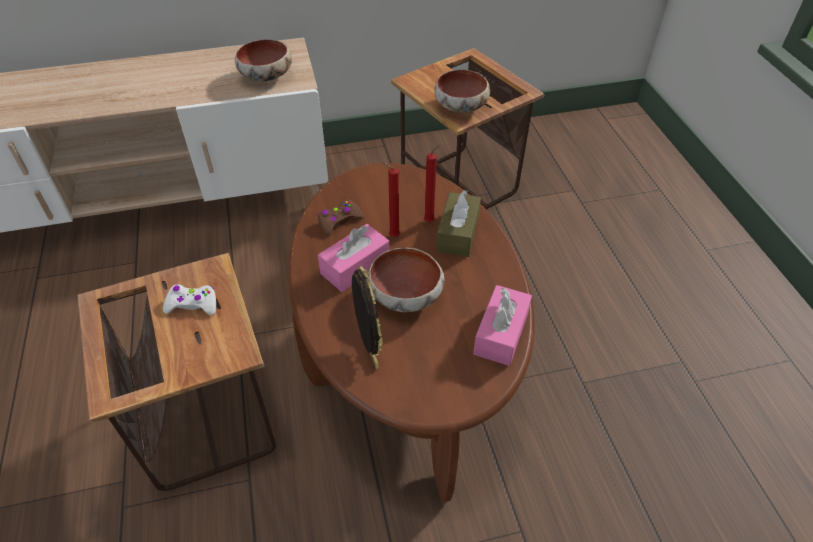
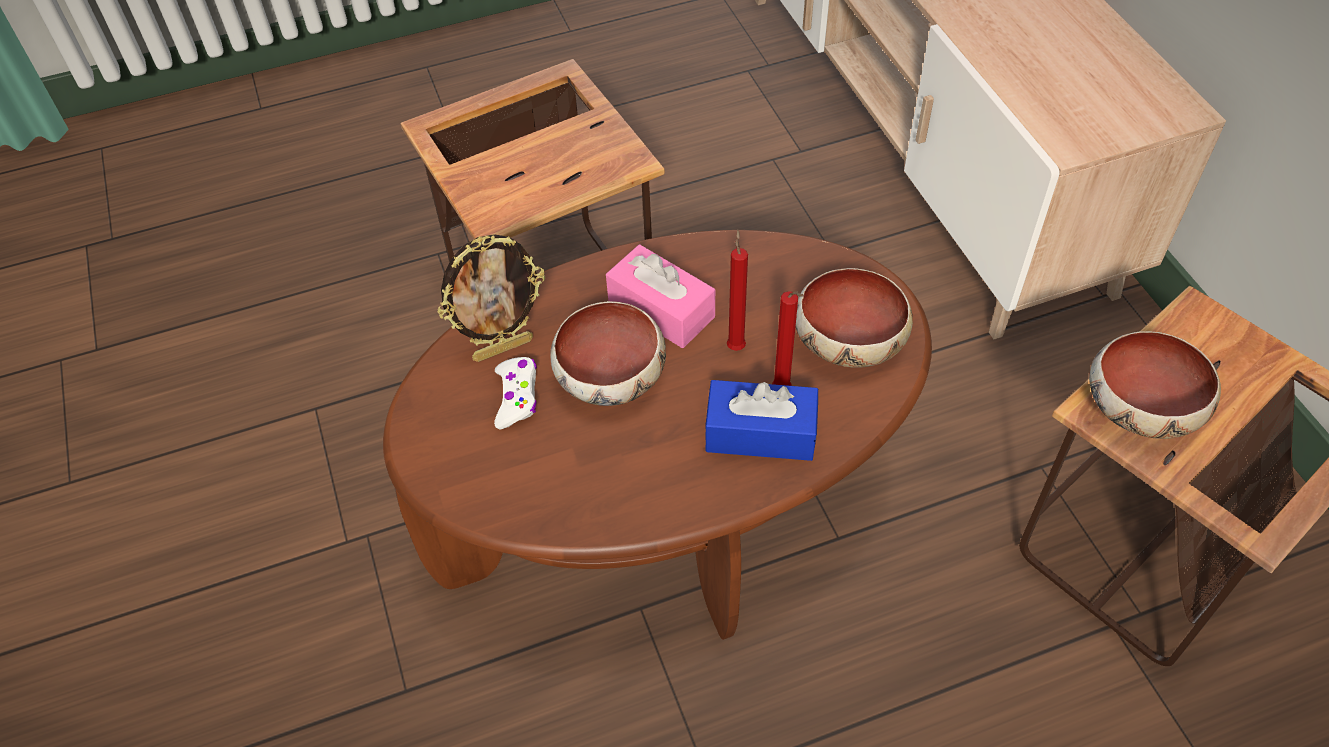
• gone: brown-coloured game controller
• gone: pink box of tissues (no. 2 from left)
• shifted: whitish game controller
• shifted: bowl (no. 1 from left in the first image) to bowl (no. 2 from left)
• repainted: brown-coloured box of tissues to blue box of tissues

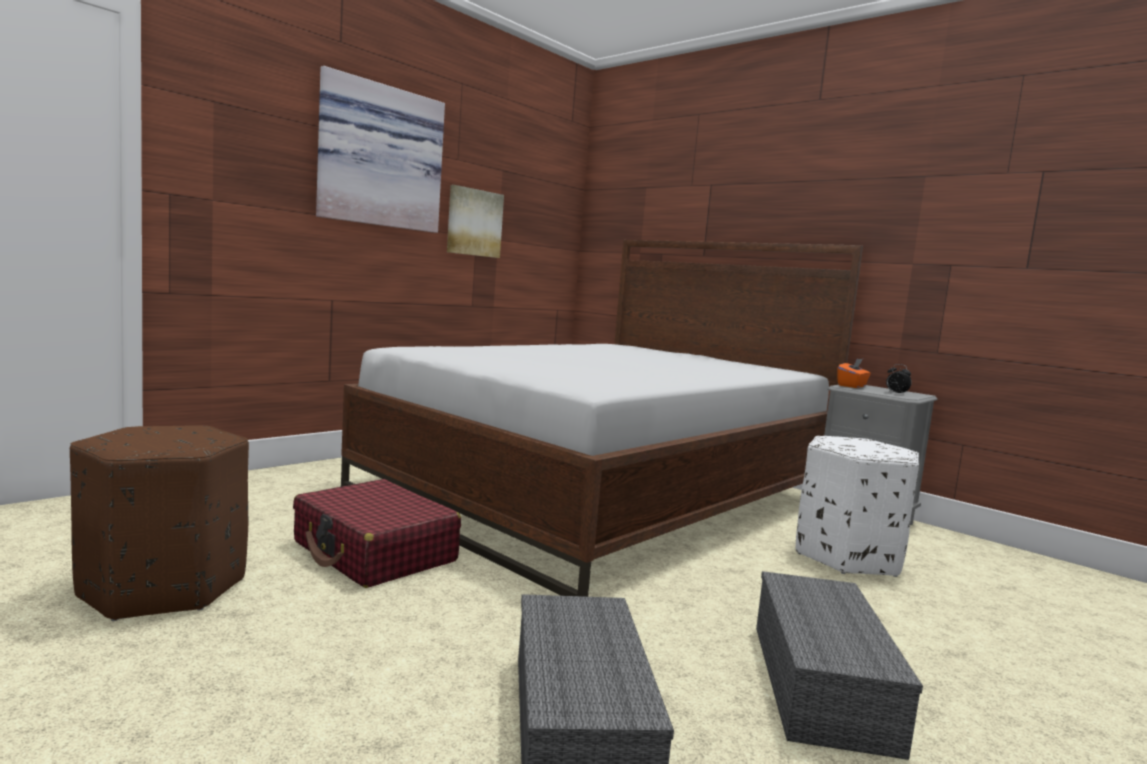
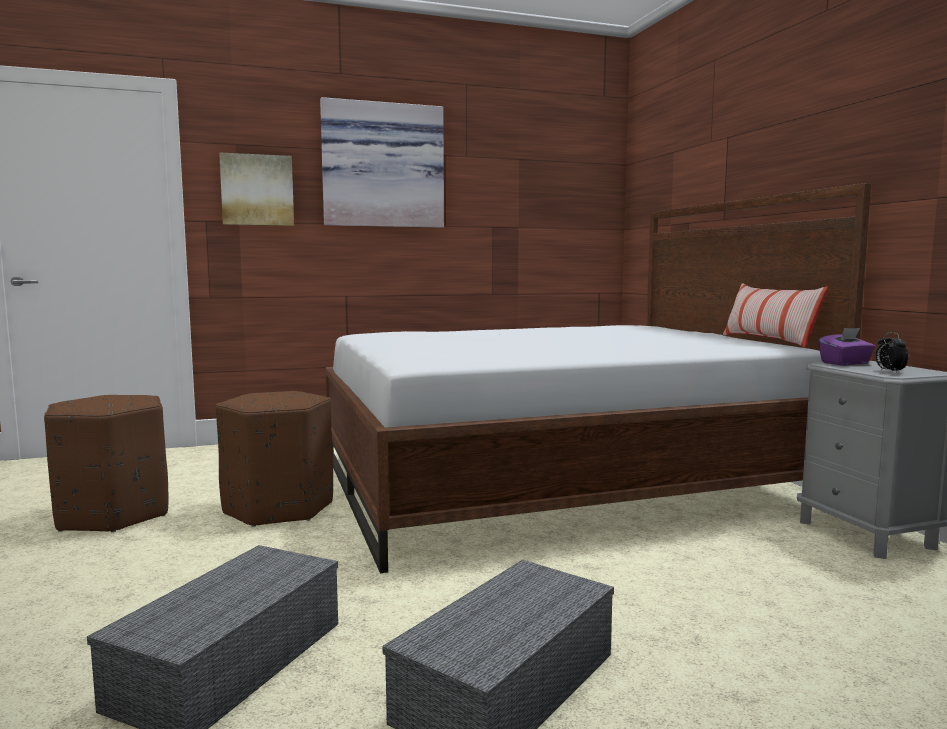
• gone: whitish ottoman
• new: pillow
• shifted: wall art (no. 2 from left in the first image) to wall art (no. 1 from left)
• swapped: red-coloured travel case to brown-coloured ottoman (no. 2 from left)
• repainted: orange-coloured box of tissues to purple box of tissues

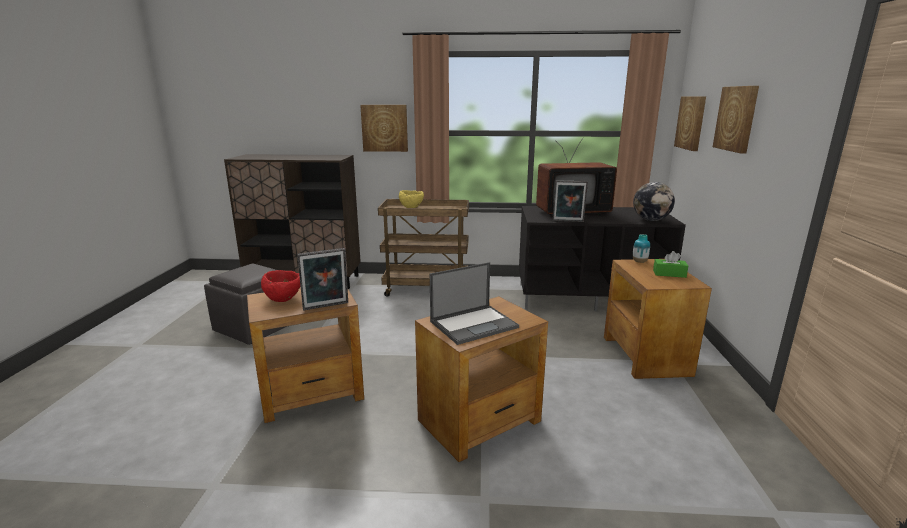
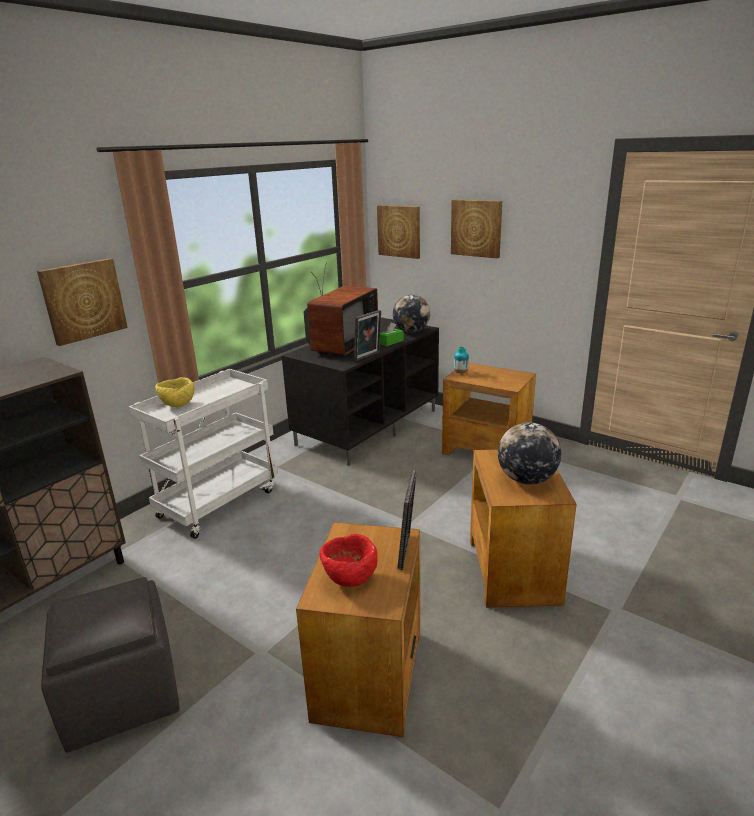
• shifted: greenish box of tissues
• swapped: portable computer to world globe (no. 2 from left)
• repainted: brown-coloured wheeled cart to whitish wheeled cart

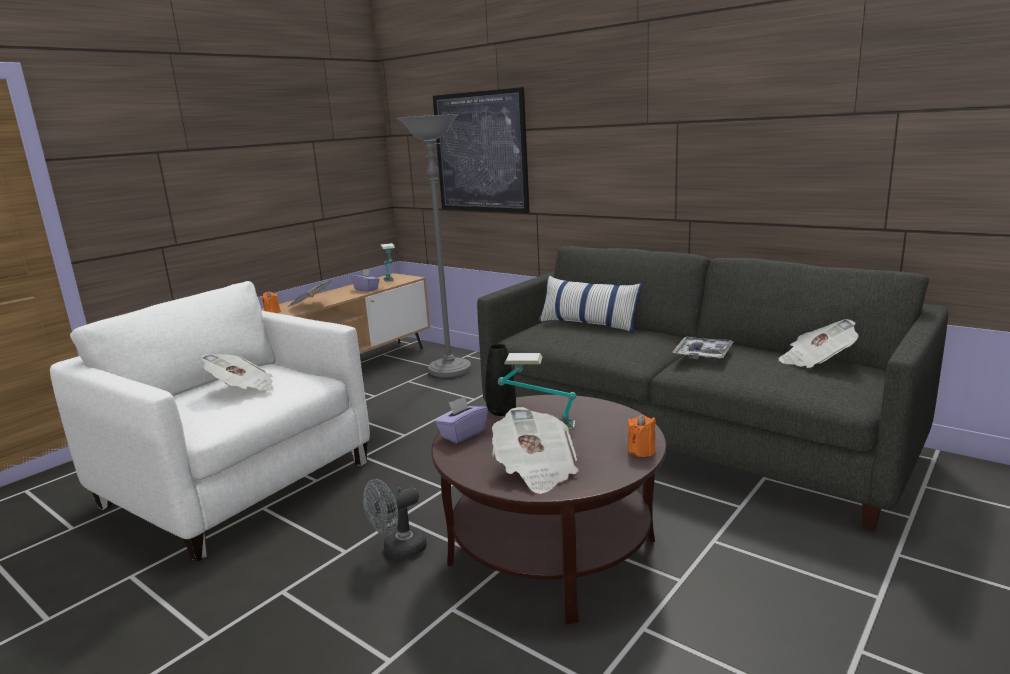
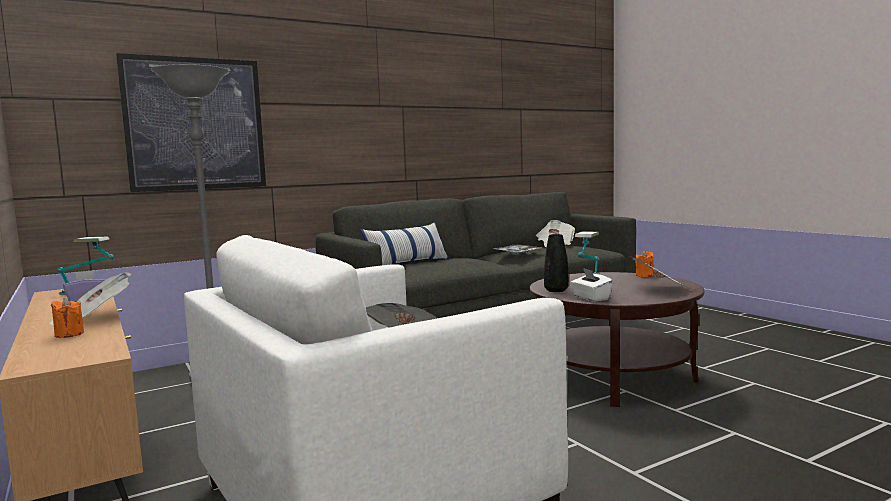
• gone: gray fan
• repainted: purple box of tissues (no. 2 from left) to whitish box of tissues

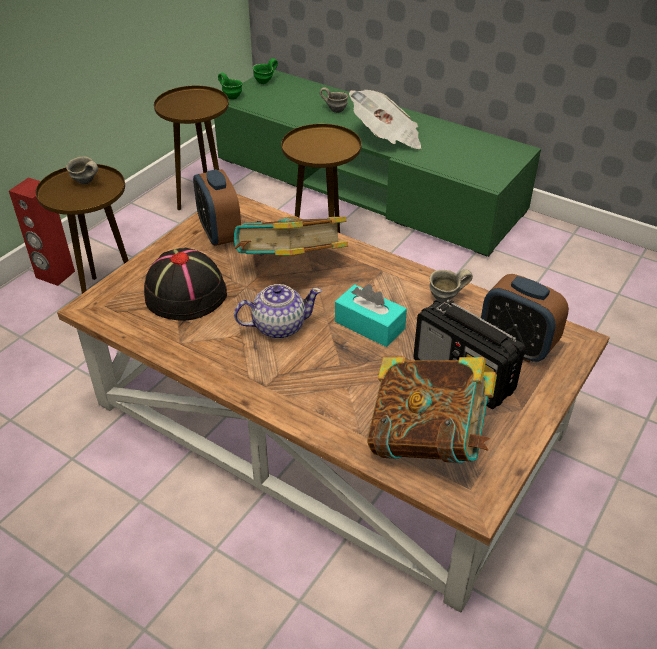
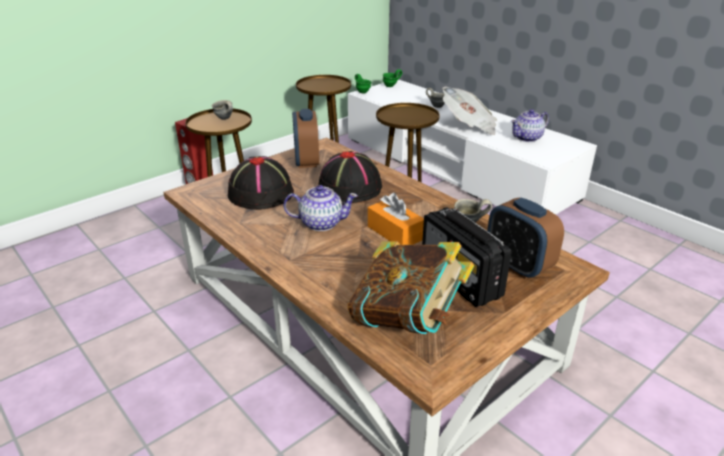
• new: teapot (no. 2 from left)
• swapped: volume (no. 1 from left) to black hat (no. 2 from left)
• repainted: greenish media console to whitish media console
• repainted: blue-green box of tissues to orange-coloured box of tissues

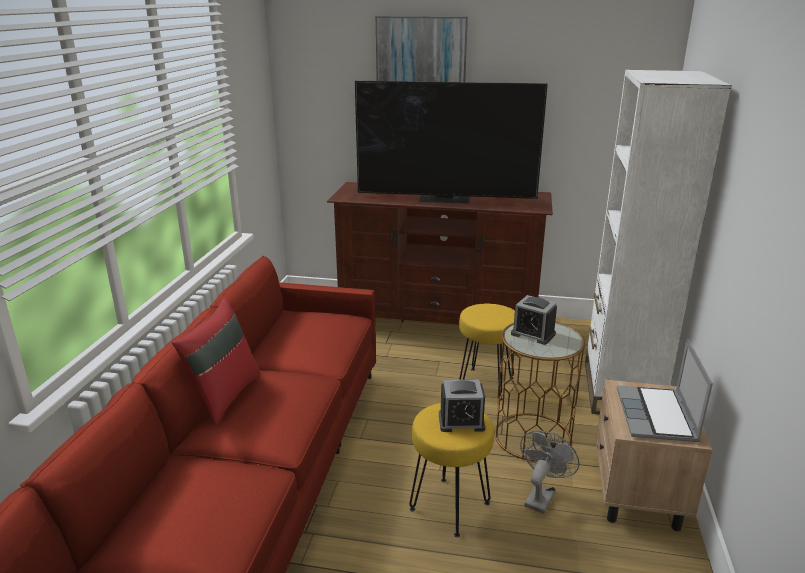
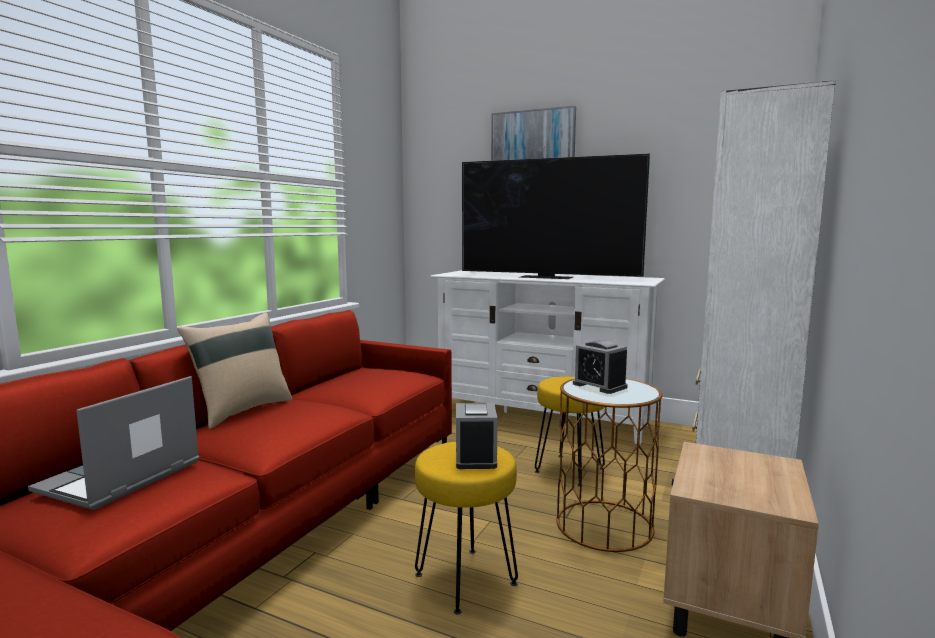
• gone: gray fan
• shifted: portable computer
• repainted: red-coloured pillow to beige pillow
• repainted: brown-coloured media console to whitish media console
• rotated: bedside clock (no. 1 from left) 75 degrees clockwise

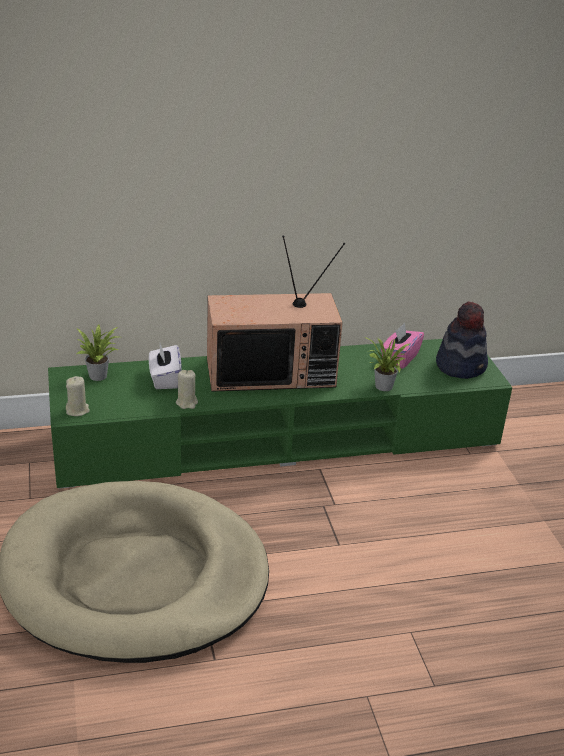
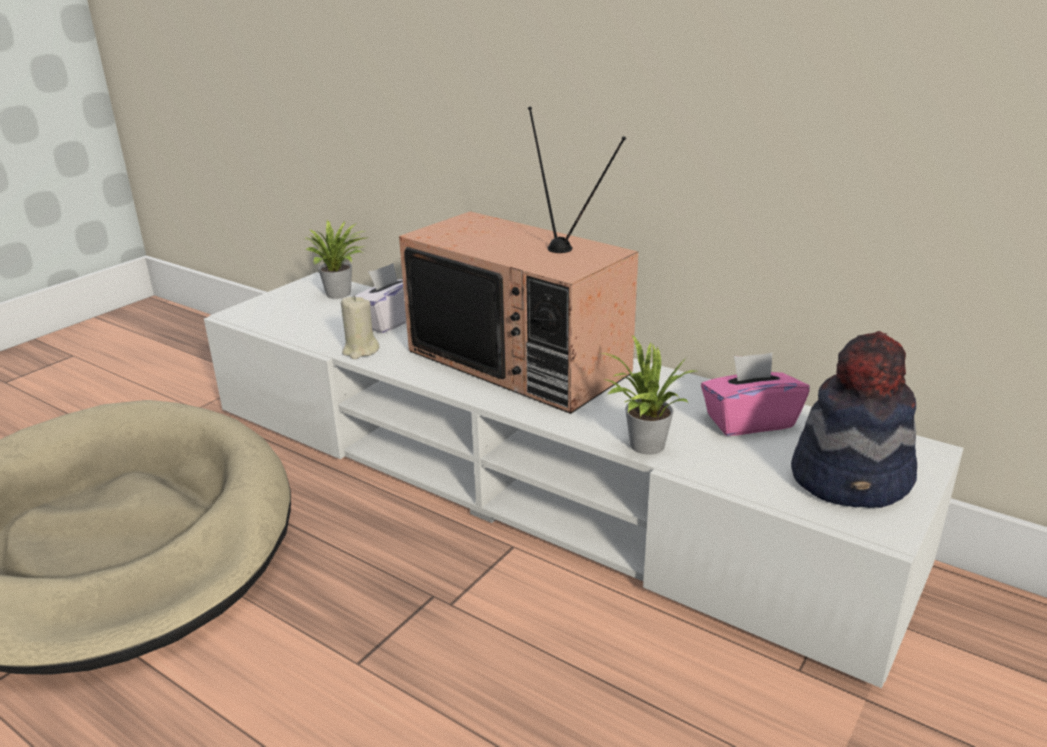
• gone: beige candle (no. 1 from left)
• repainted: greenish media console to whitish media console

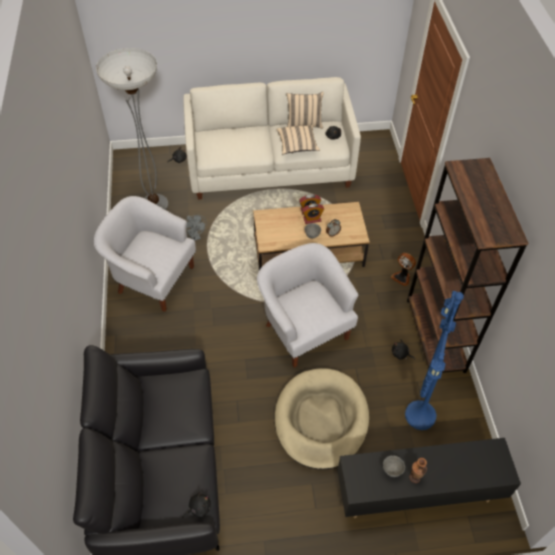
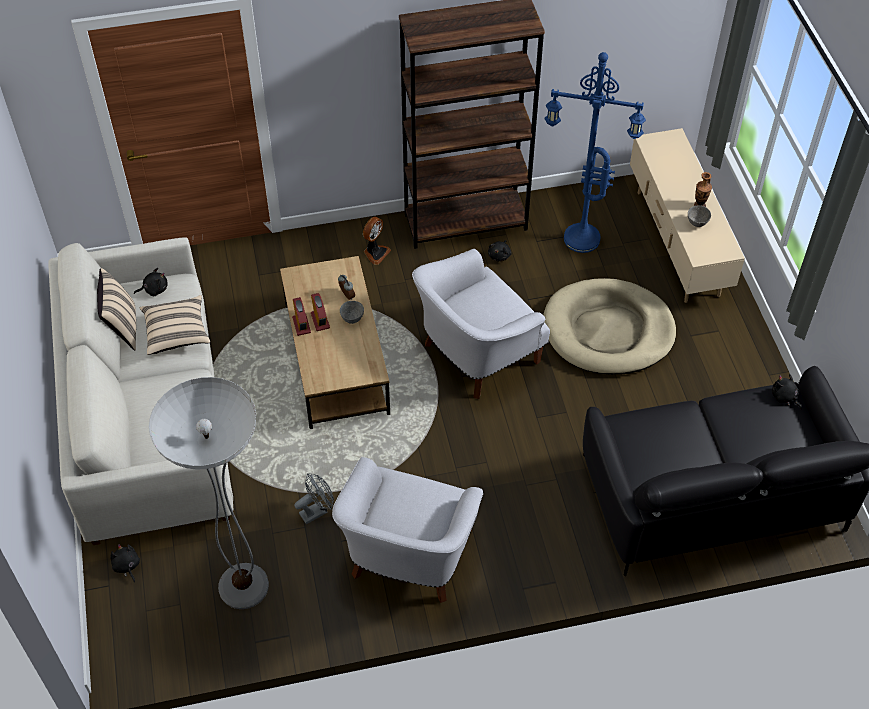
• repainted: black media console to beige media console

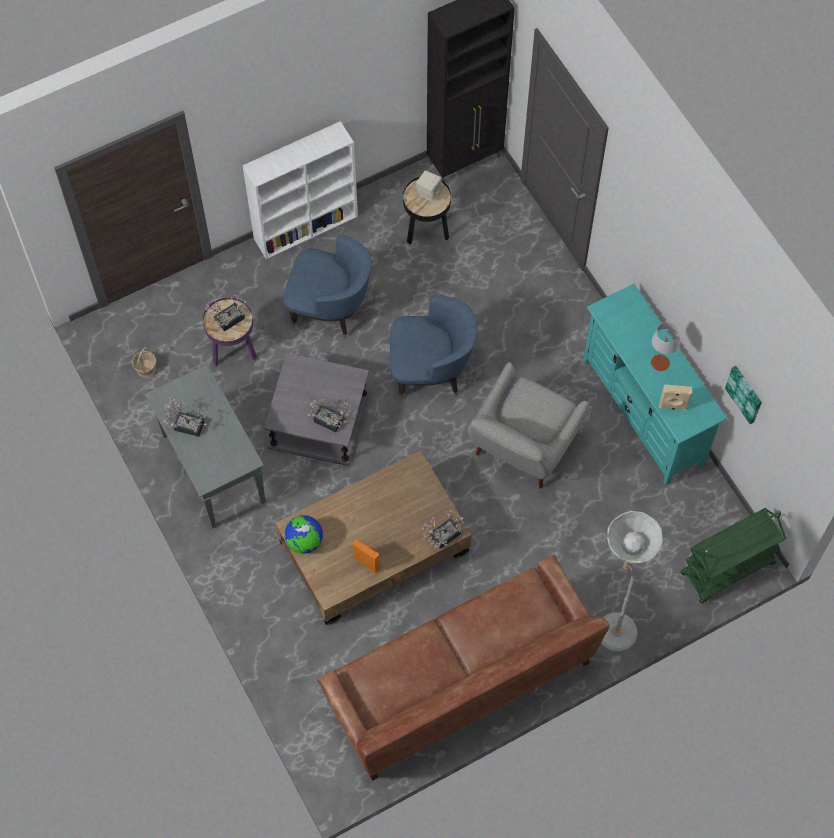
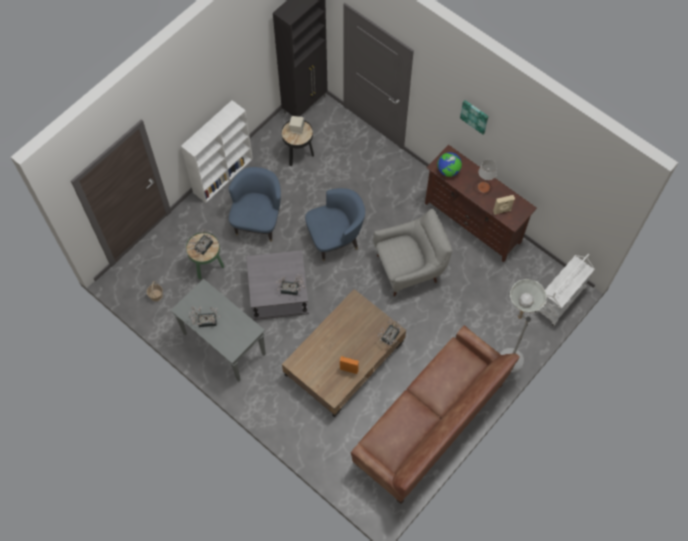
• shifted: world globe
• shifted: wall art
• repainted: purple accent table to greenish accent table
• repainted: blue-green media console to brown-coloured media console
• repainted: greenish wheeled cart to whitish wheeled cart
• rotated: blue armchair (no. 1 from left) 75 degrees counterclockwise
• rotated: gray armchair 120 degrees counterclockwise

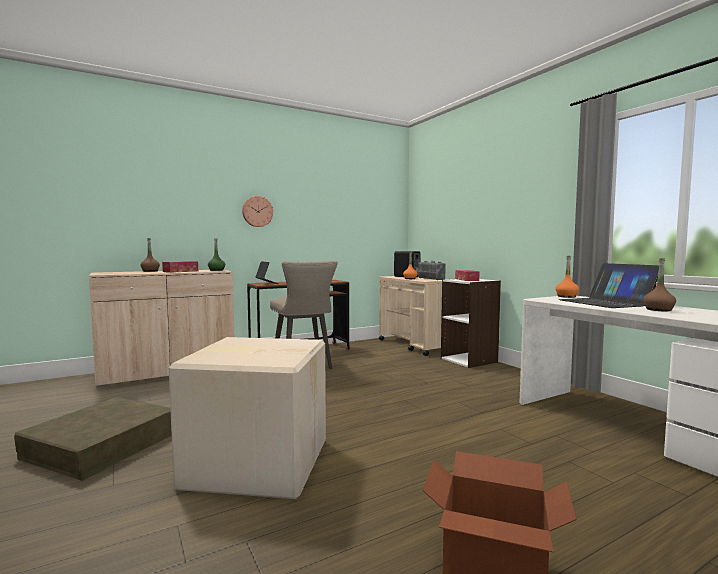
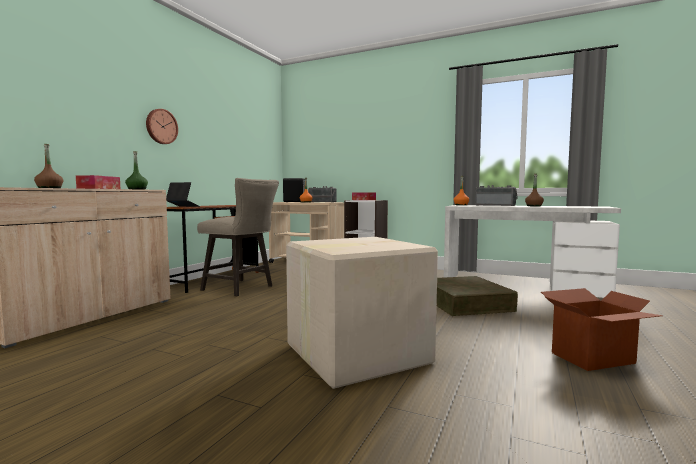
• shifted: brown-coloured storage container
• swapped: portable computer (no. 2 from left) to radio receiver (no. 2 from left)

